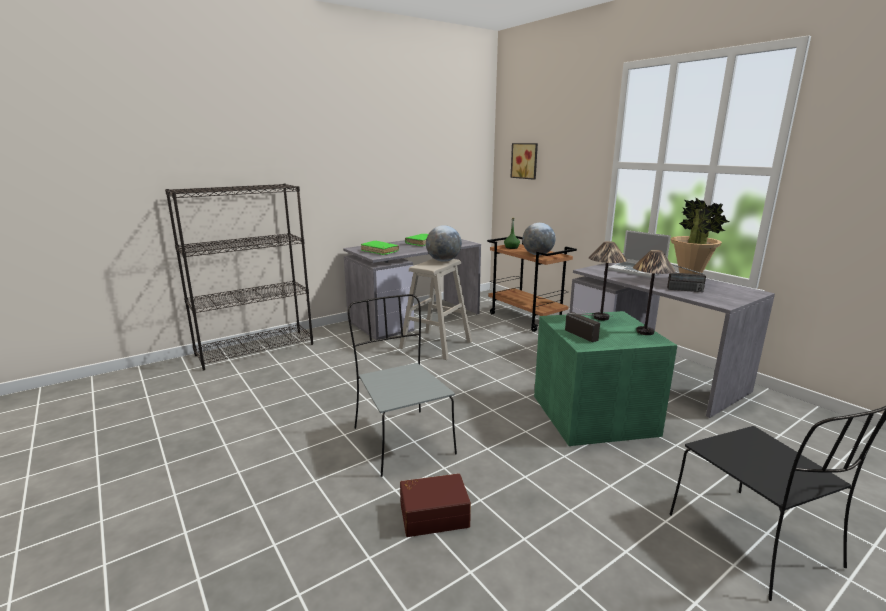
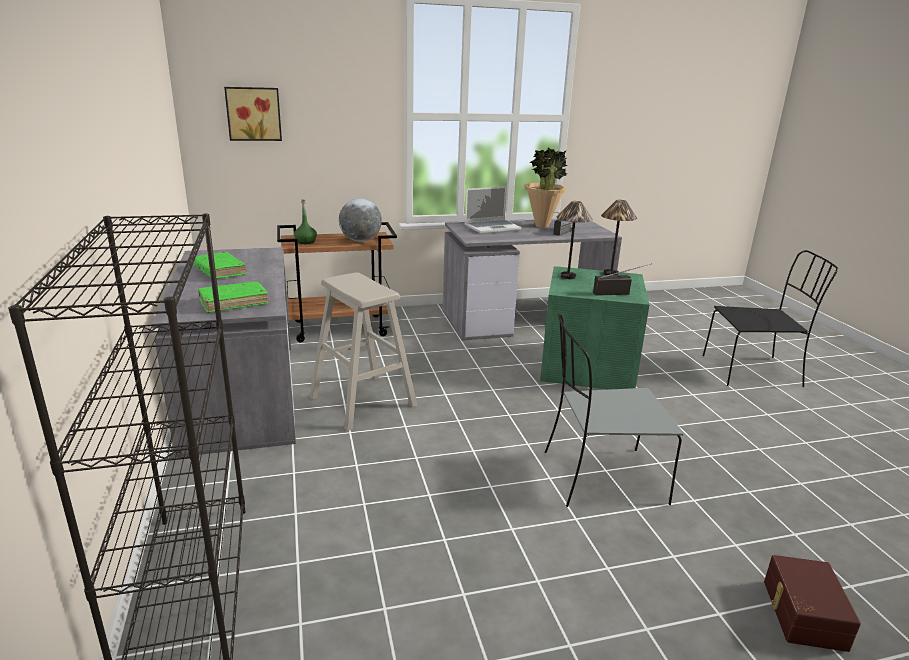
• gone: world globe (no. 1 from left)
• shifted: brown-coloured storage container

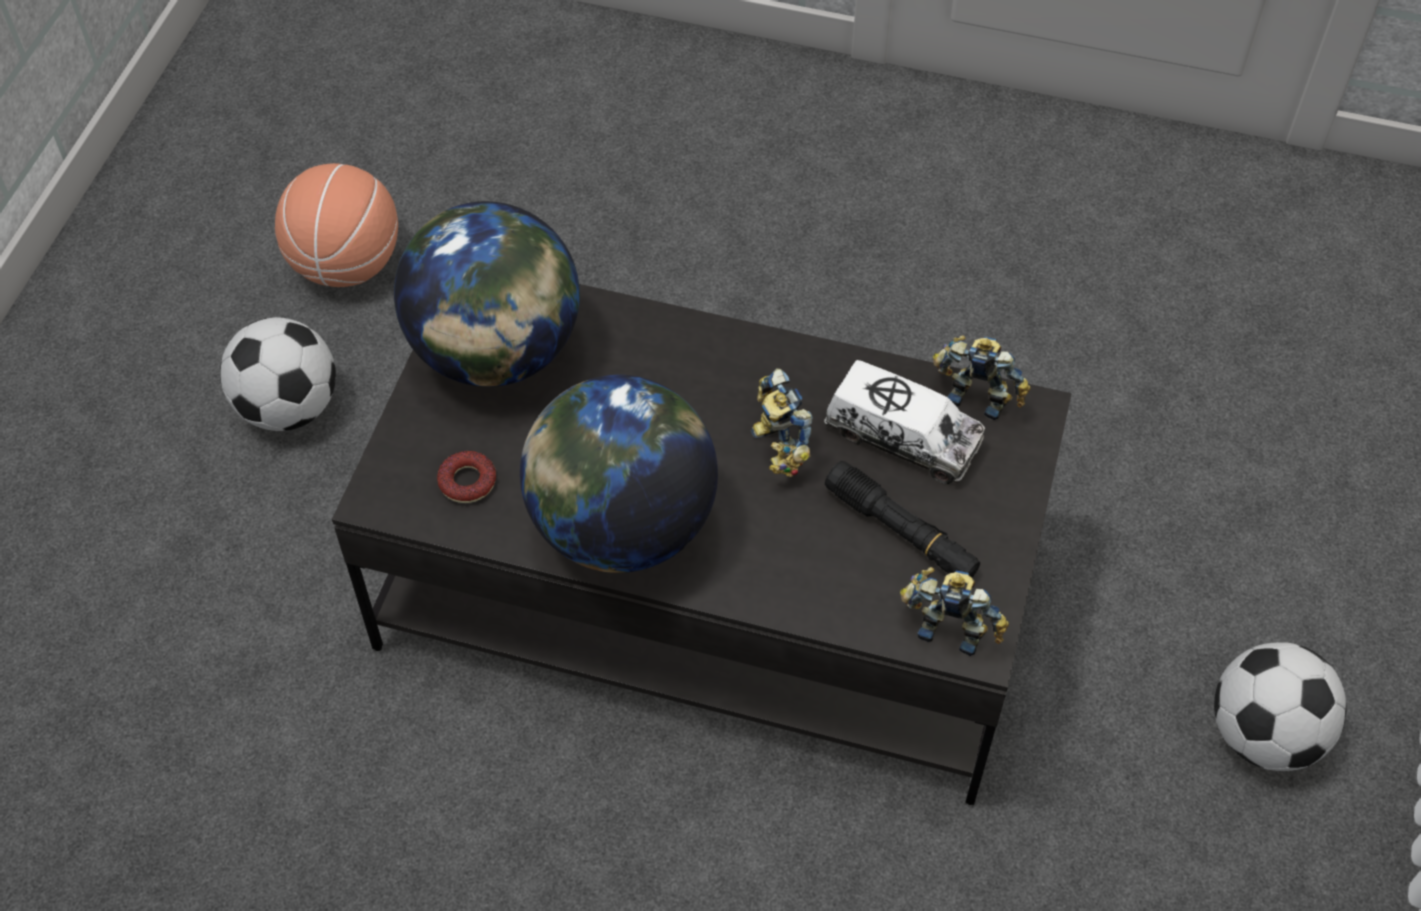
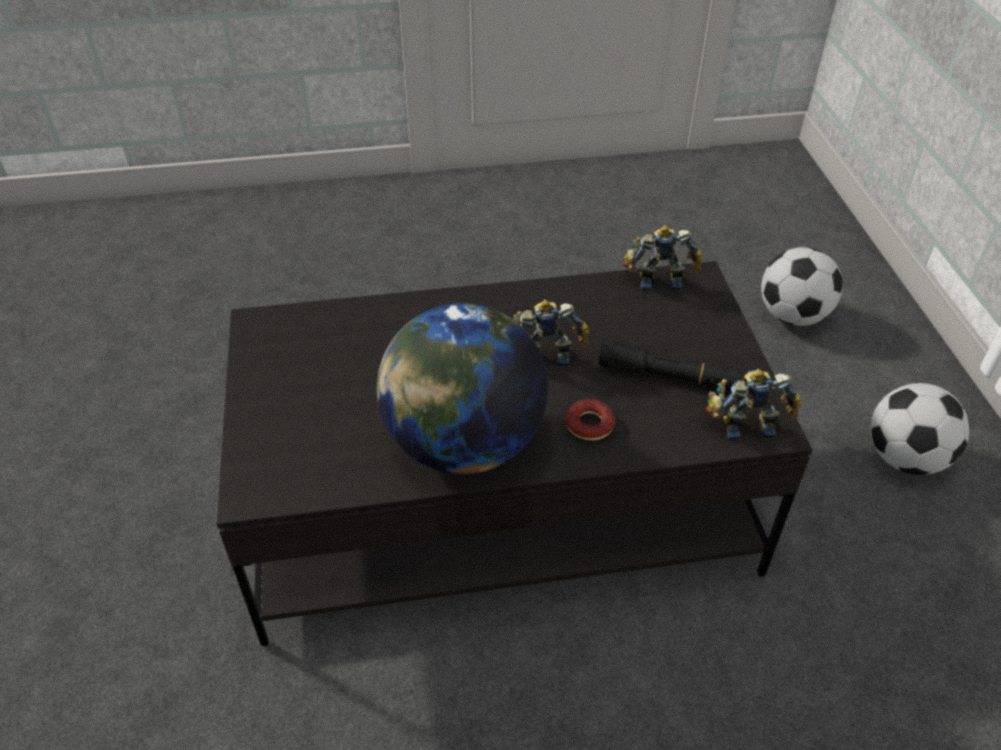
• gone: basketball ball
• gone: world globe (no. 1 from left)
• gone: model truck
• shifted: ball for football (no. 1 from left)
• shifted: doughnut
• rotated: toy robot (no. 1 from left) 135 degrees clockwise

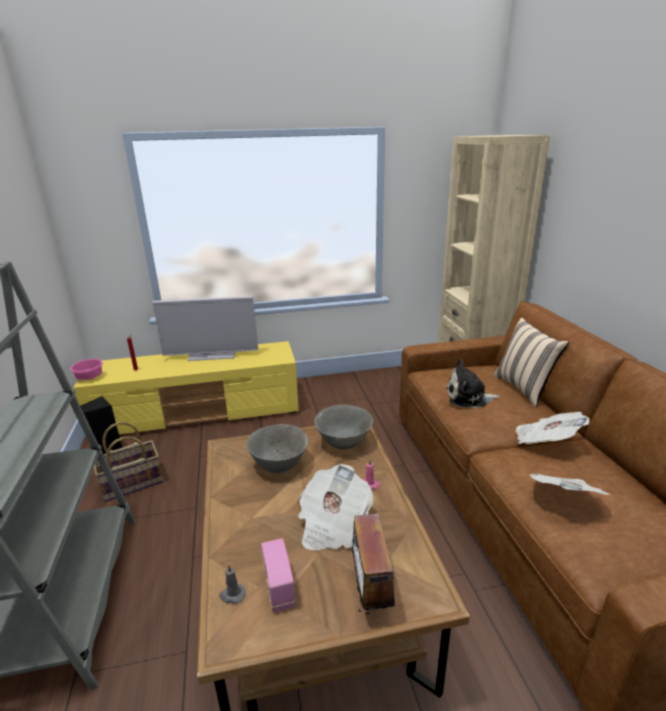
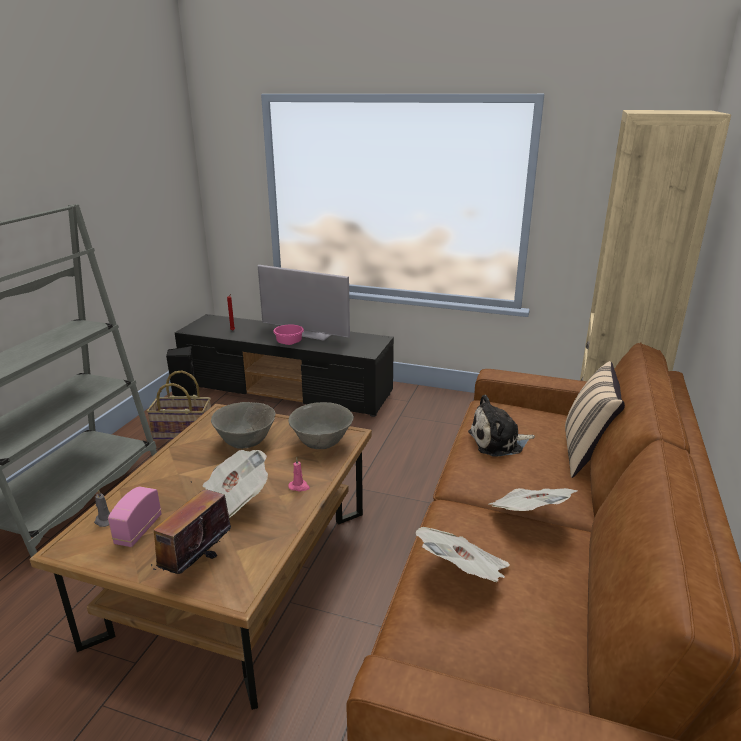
• shifted: pink bowl
• repainted: yellow media console to black media console
• rotated: cuddly toy 45 degrees counterclockwise

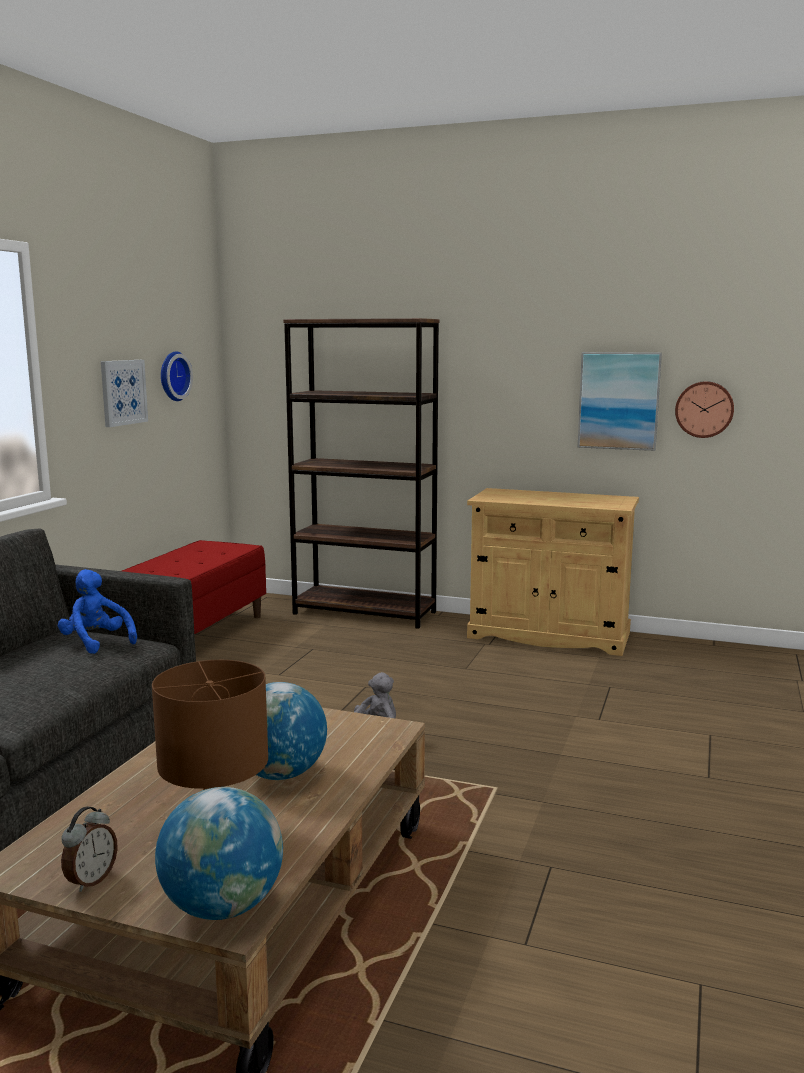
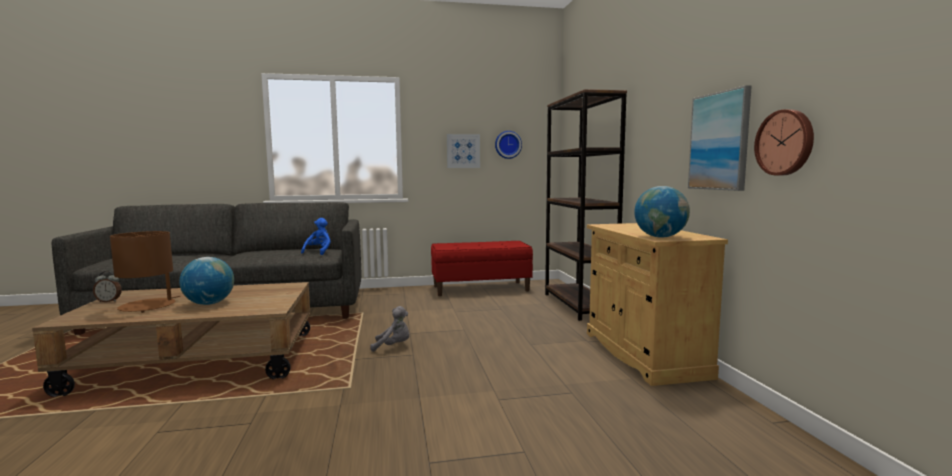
• shifted: world globe (no. 1 from left in the first image) to world globe (no. 2 from left)

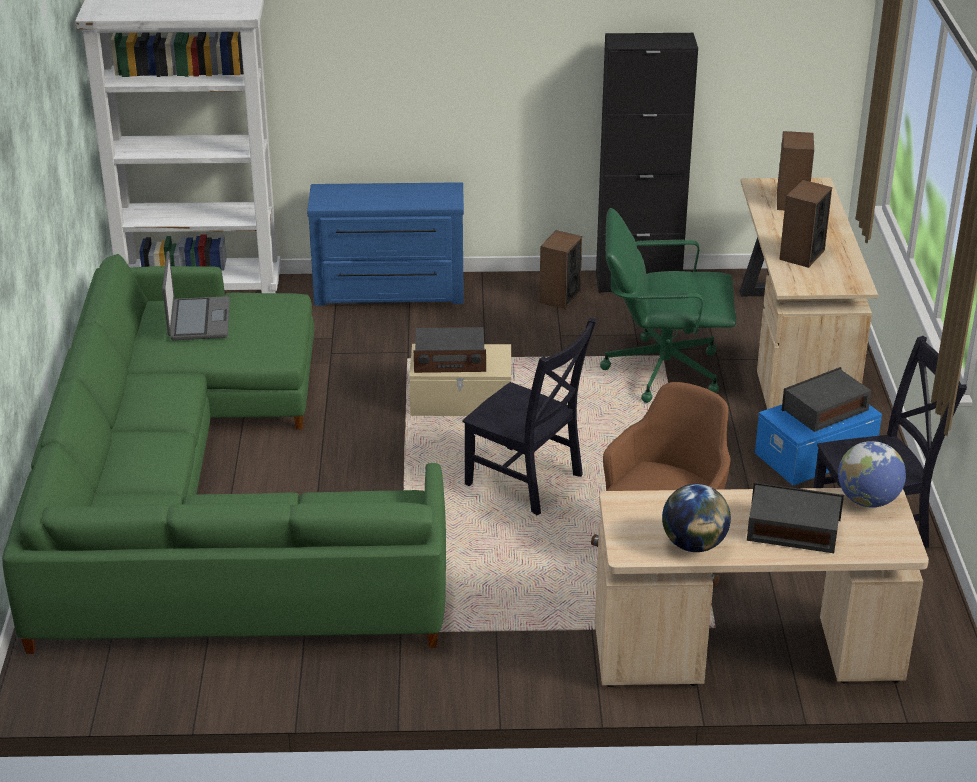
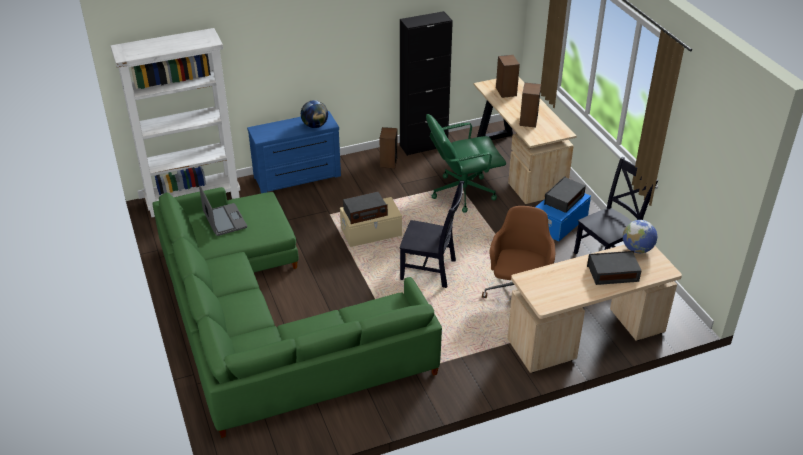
• shifted: world globe (no. 1 from left)

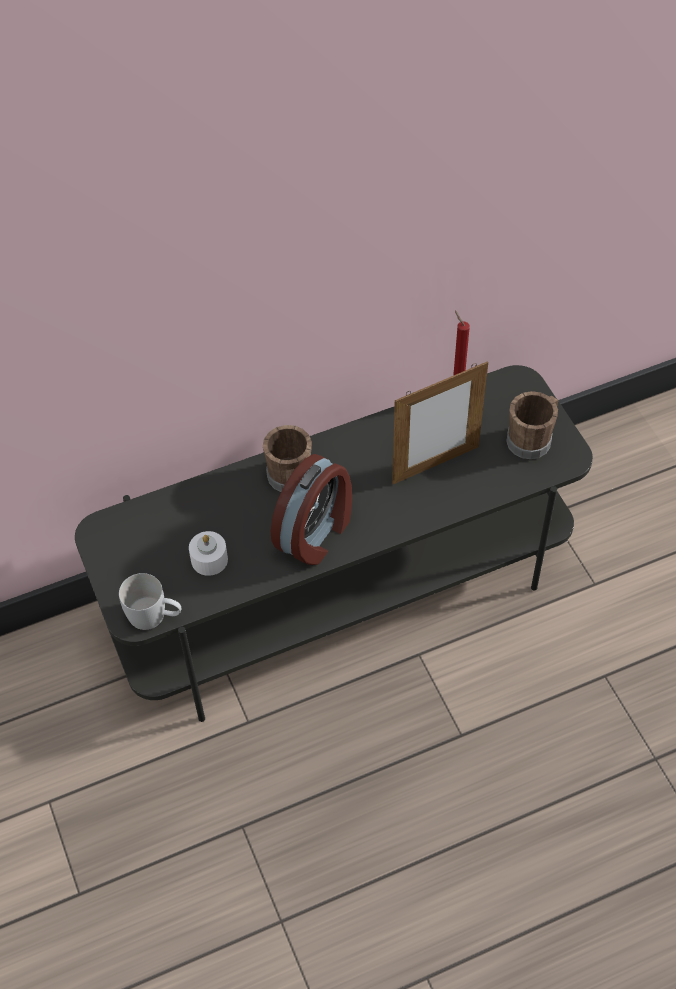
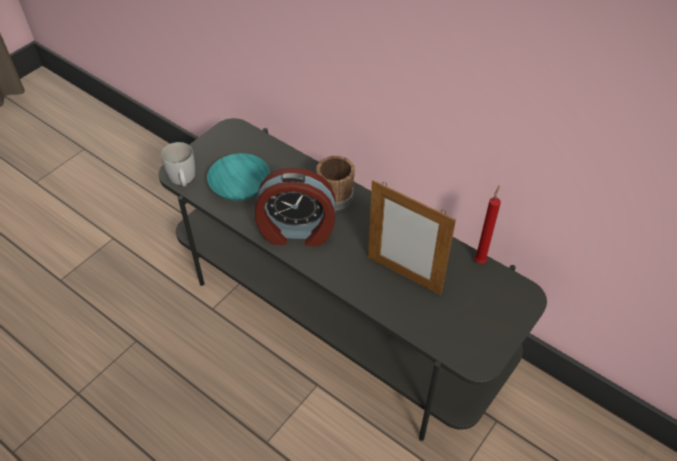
• gone: brown-coloured tea mug (no. 2 from left)
• swapped: whitish candle to blue-green bowl

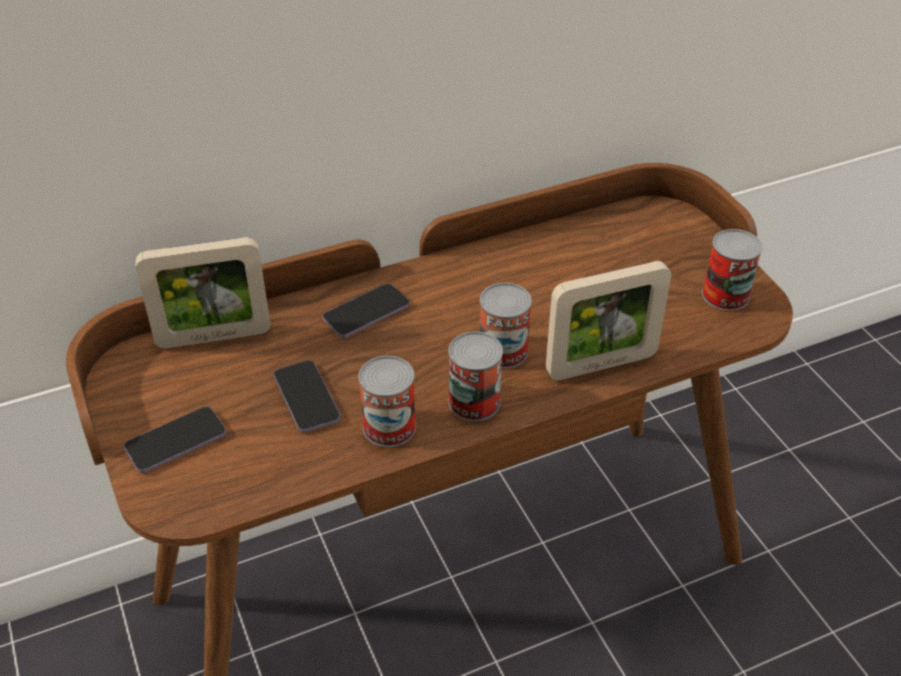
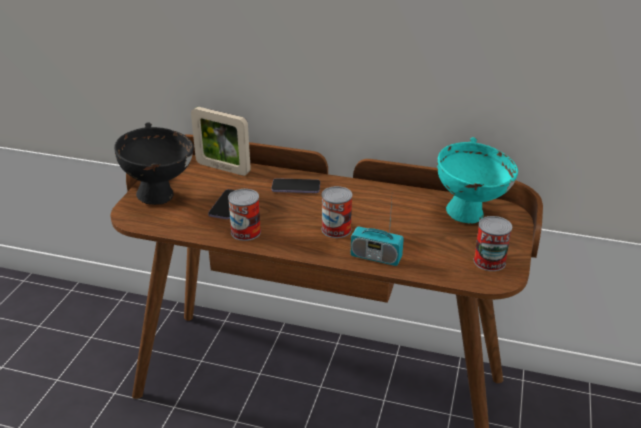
• gone: metal can (no. 2 from left)
• new: blue-green bowl
• swapped: handset (no. 1 from left) to black bowl
• swapped: photo frame (no. 2 from left) to radio receiver

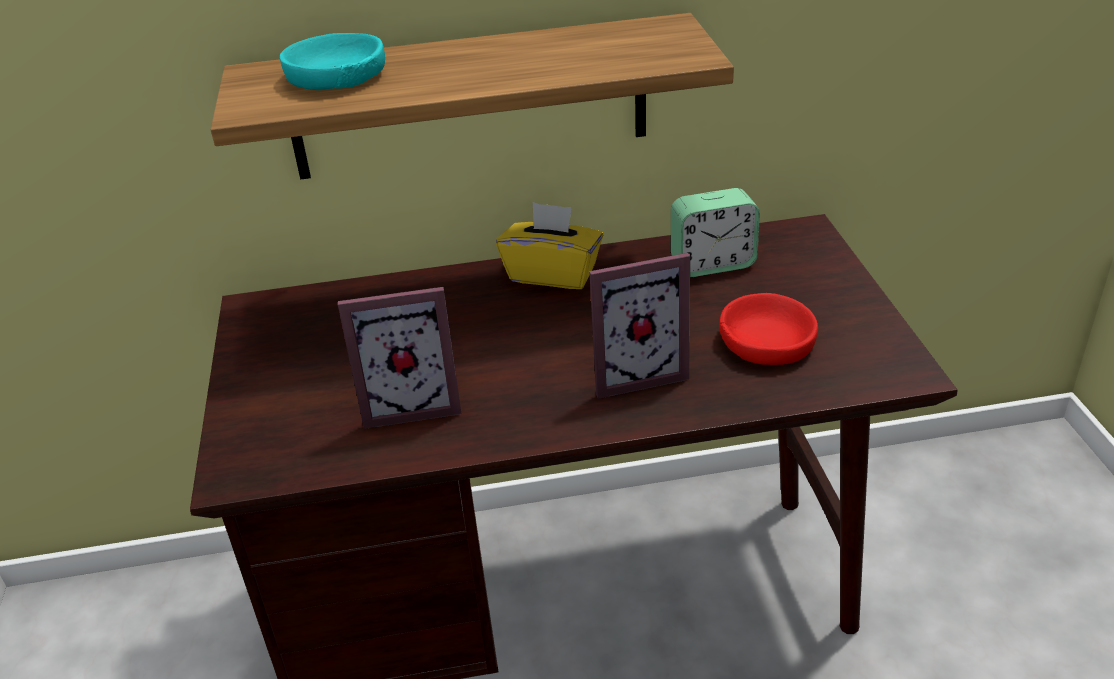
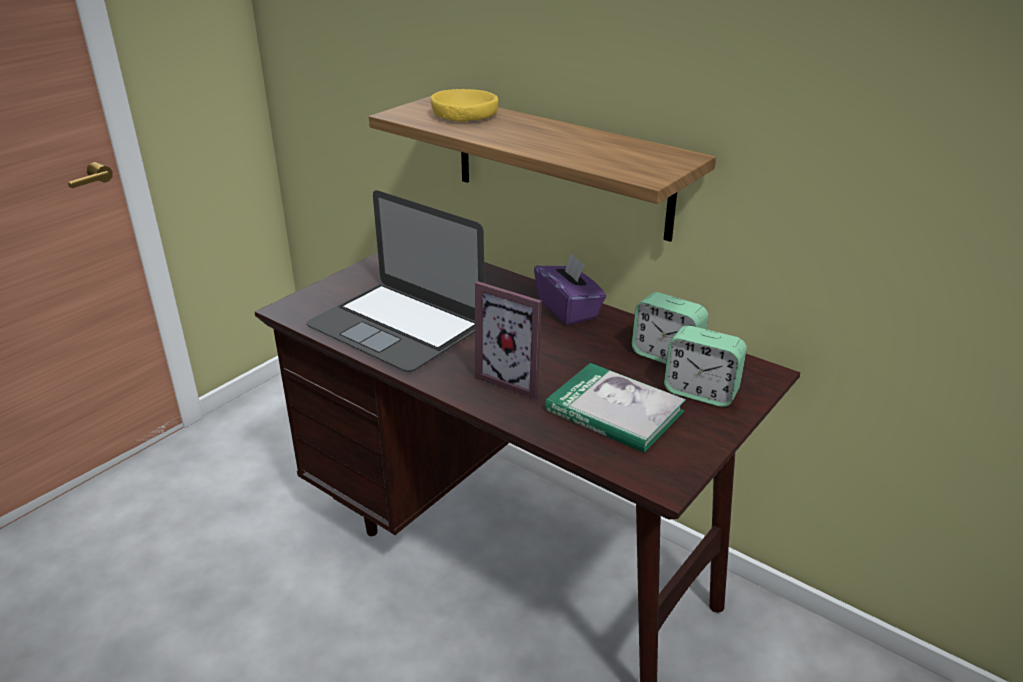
• new: bedside clock (no. 2 from left)
• swapped: photo frame (no. 1 from left) to portable computer
• swapped: red-coloured bowl to volume
• repainted: blue-green bowl to yellow bowl
• repainted: yellow box of tissues to purple box of tissues

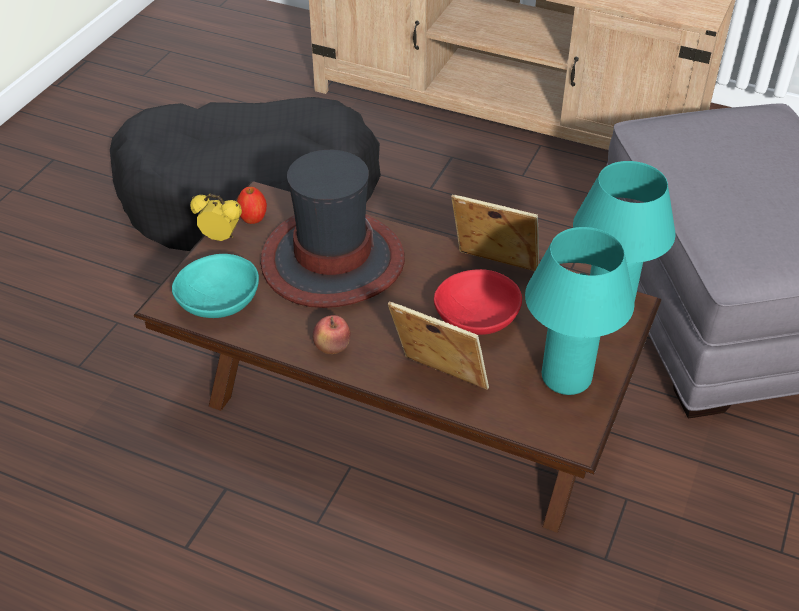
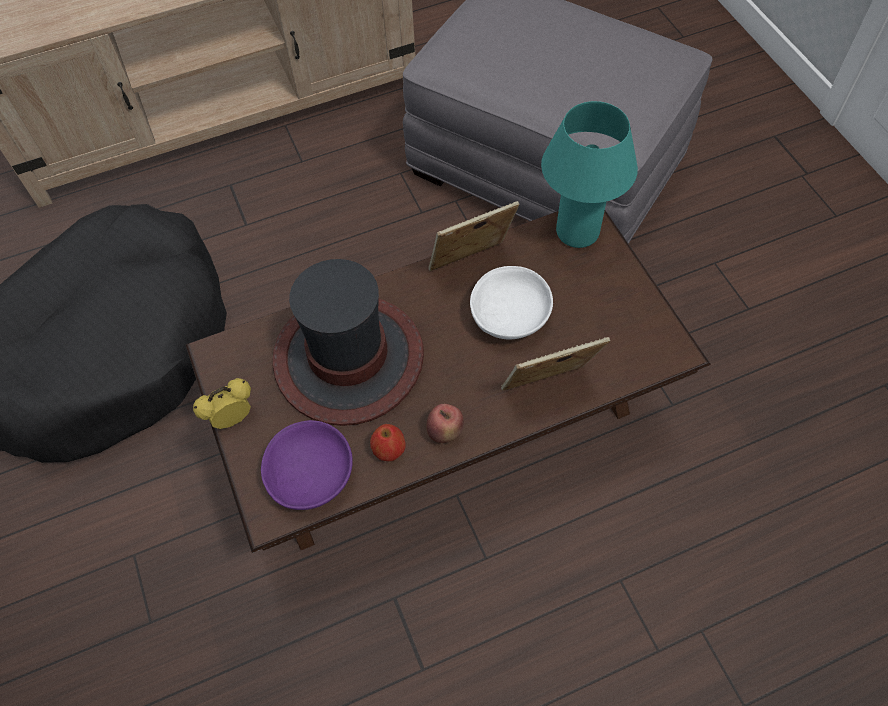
• gone: blue-green table lamp (no. 1 from left)
• shifted: apple (no. 1 from left)
• repainted: blue-green bowl to purple bowl
• repainted: red-coloured bowl to whitish bowl

